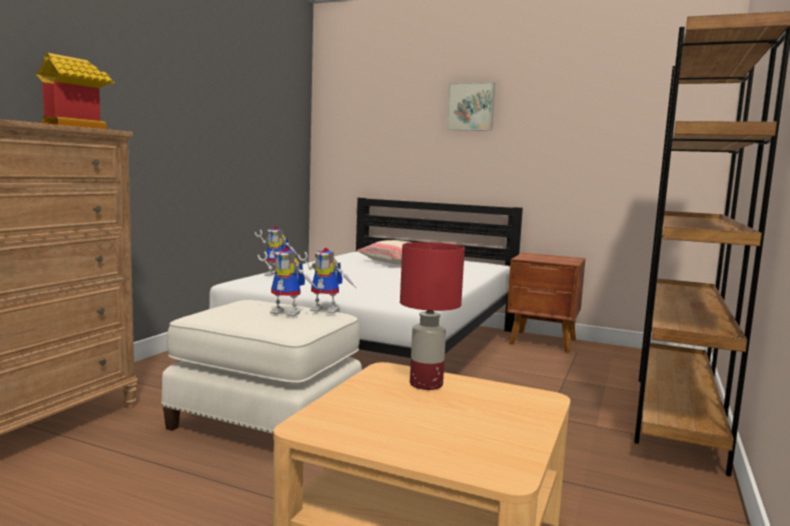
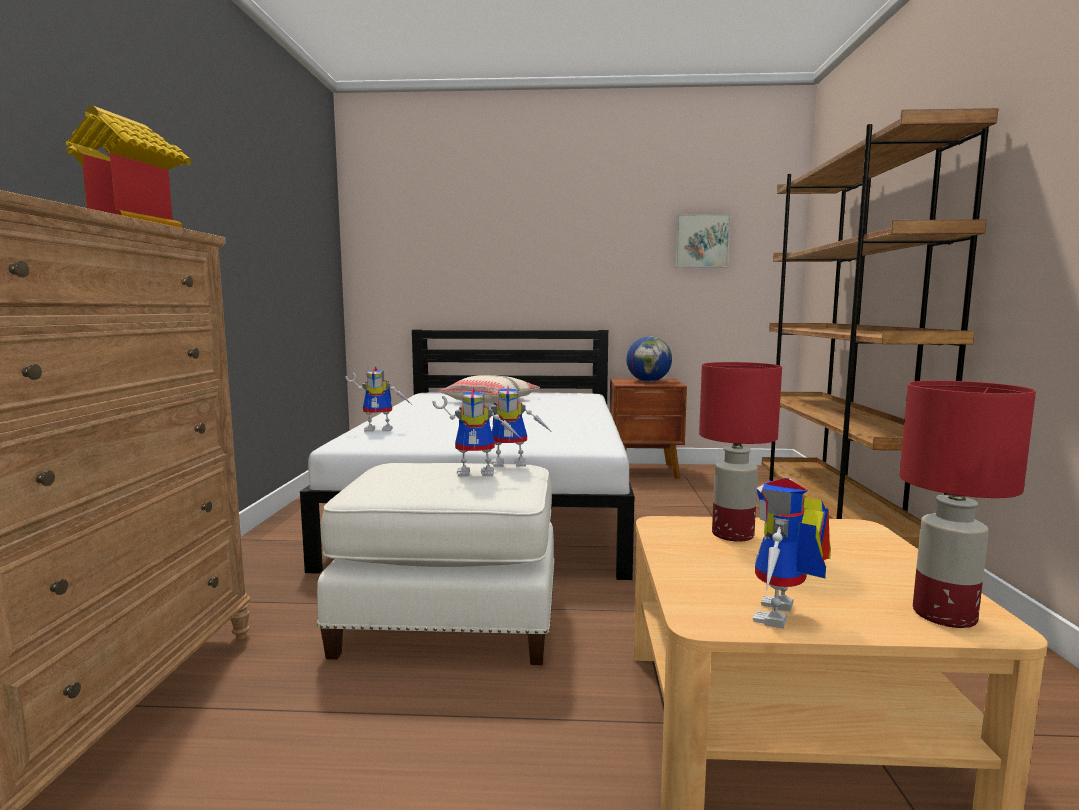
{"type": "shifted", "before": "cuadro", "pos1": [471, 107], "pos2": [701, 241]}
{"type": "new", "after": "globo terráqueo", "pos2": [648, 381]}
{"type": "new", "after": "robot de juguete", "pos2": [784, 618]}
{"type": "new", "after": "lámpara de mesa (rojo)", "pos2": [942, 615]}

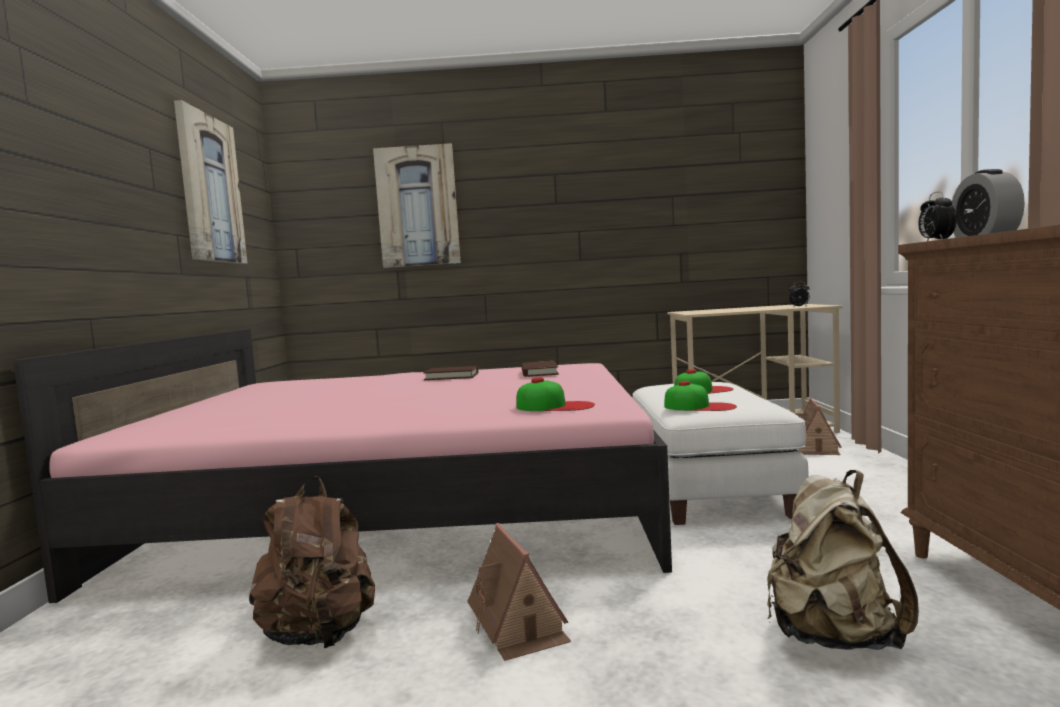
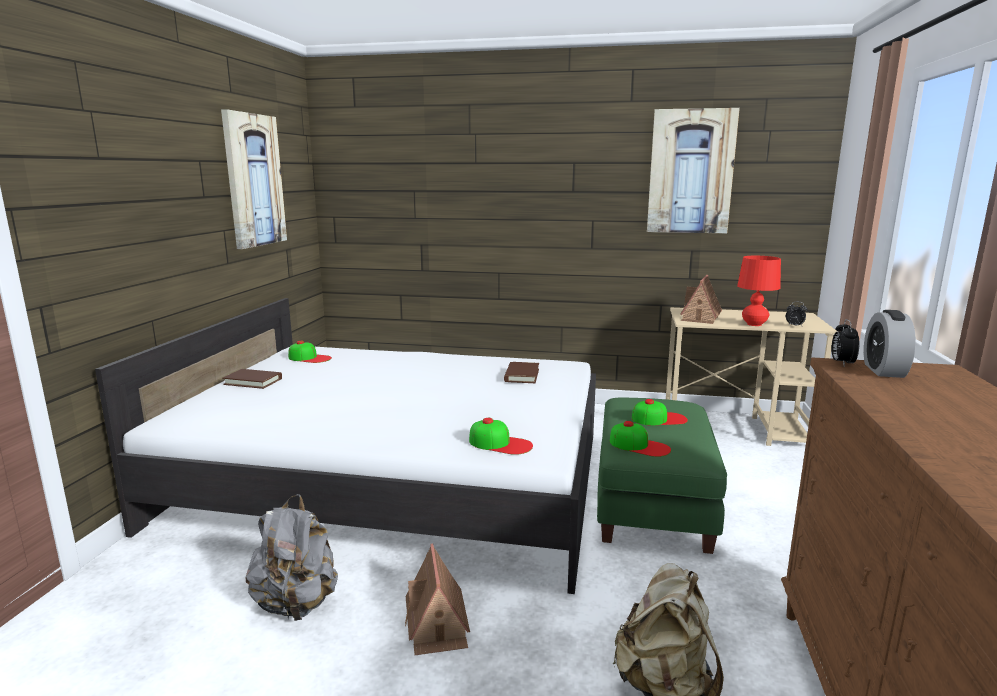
{"type": "repainted", "before": "cama (rosa)", "after": "cama (blanco)", "pos1": [406, 505], "pos2": [396, 479]}
{"type": "repainted", "before": "mochila (marrón)", "after": "mochila (gris)", "pos1": [319, 635], "pos2": [297, 604]}
{"type": "shifted", "before": "cuadro", "pos1": [417, 206], "pos2": [690, 172]}
{"type": "shifted", "before": "libro (marrón)", "pos1": [451, 376], "pos2": [253, 381]}
{"type": "repainted", "before": "puf (blanco)", "after": "puf (verde)", "pos1": [708, 488], "pos2": [652, 502]}
{"type": "shifted", "before": "casita", "pos1": [815, 447], "pos2": [700, 317]}
{"type": "new", "after": "gorra", "pos2": [309, 358]}
{"type": "new", "after": "lámpara de mesa (rojo)", "pos2": [754, 324]}

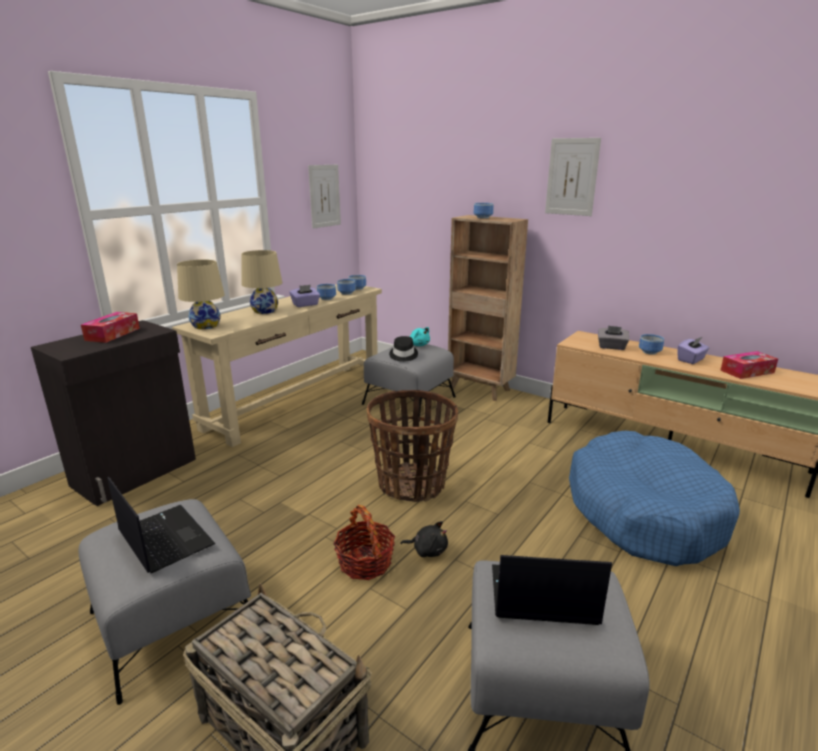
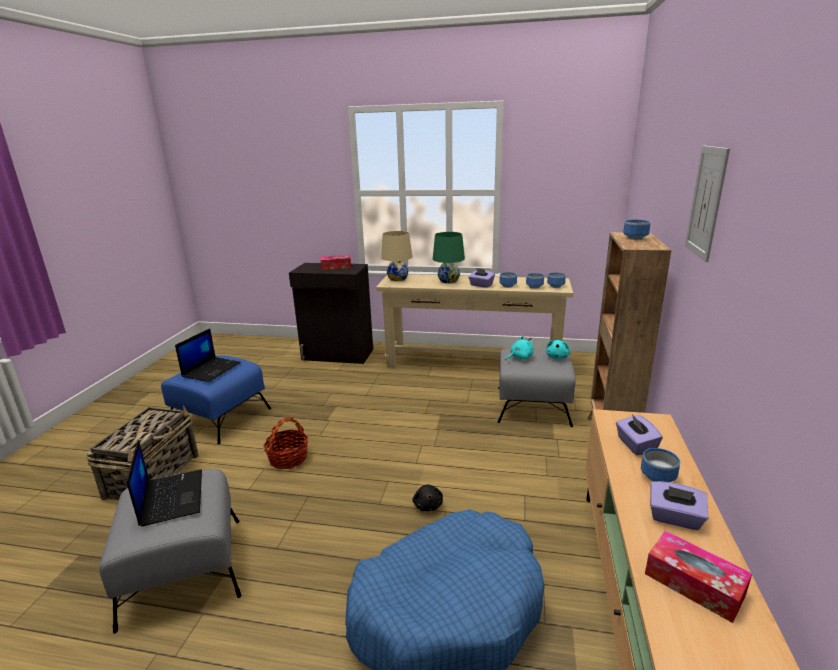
{"type": "repainted", "before": "puf (gris)", "after": "puf (azul)", "pos1": [174, 620], "pos2": [221, 417]}
{"type": "repainted", "before": "lámpara de mesa (beis)", "after": "lámpara de mesa (verde)", "pos1": [265, 311], "pos2": [448, 281]}
{"type": "gone", "before": "cuadro", "pos1": [324, 196]}
{"type": "gone", "before": "cesta", "pos1": [412, 484]}
{"type": "swapped", "before": "sombrero (negro)", "after": "peluche (turquesa)", "pos1": [403, 355], "pos2": [520, 357]}
{"type": "shifted", "before": "peluche (negro)", "pos1": [428, 550], "pos2": [428, 505]}
{"type": "repainted", "before": "caja de pañuelos (gris)", "after": "caja de pañuelos (morado)", "pos1": [611, 347], "pos2": [635, 445]}

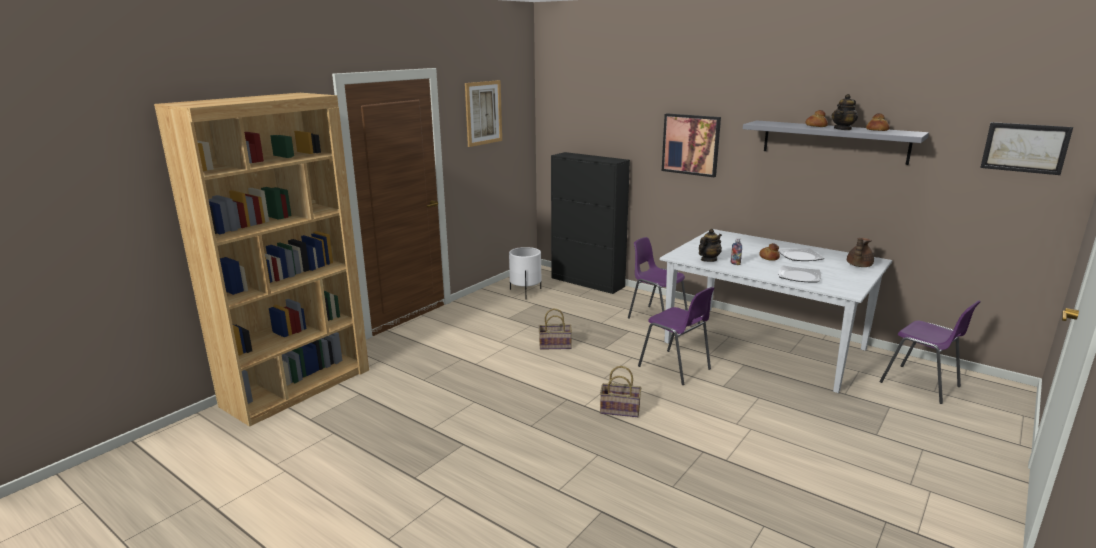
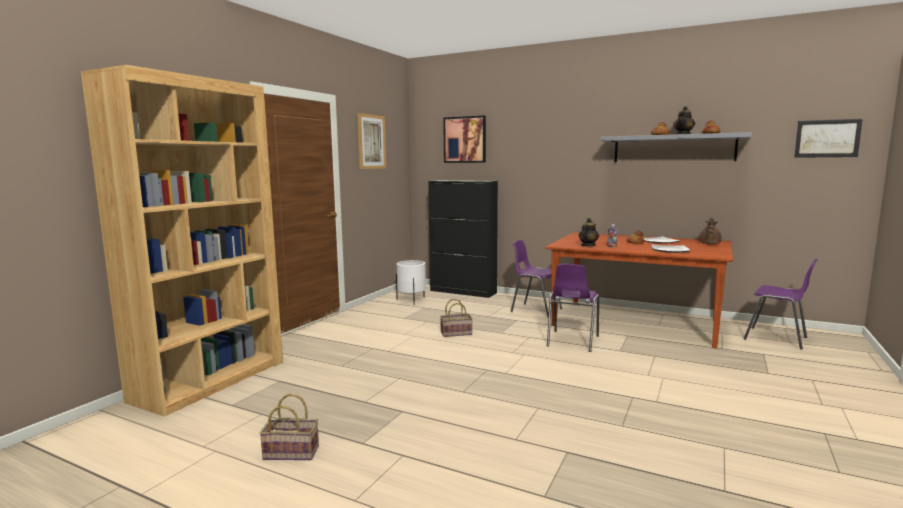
{"type": "shifted", "before": "cesta", "pos1": [621, 410], "pos2": [293, 452]}
{"type": "rotated", "before": "silla (morado)", "pos1": [676, 368], "pos2": [571, 341], "turn": 75}
{"type": "repainted", "before": "mesa de comedor (blanco)", "after": "mesa de comedor (marrón)", "pos1": [763, 345], "pos2": [634, 322]}
{"type": "shifted", "before": "cuadro", "pos1": [691, 144], "pos2": [465, 139]}

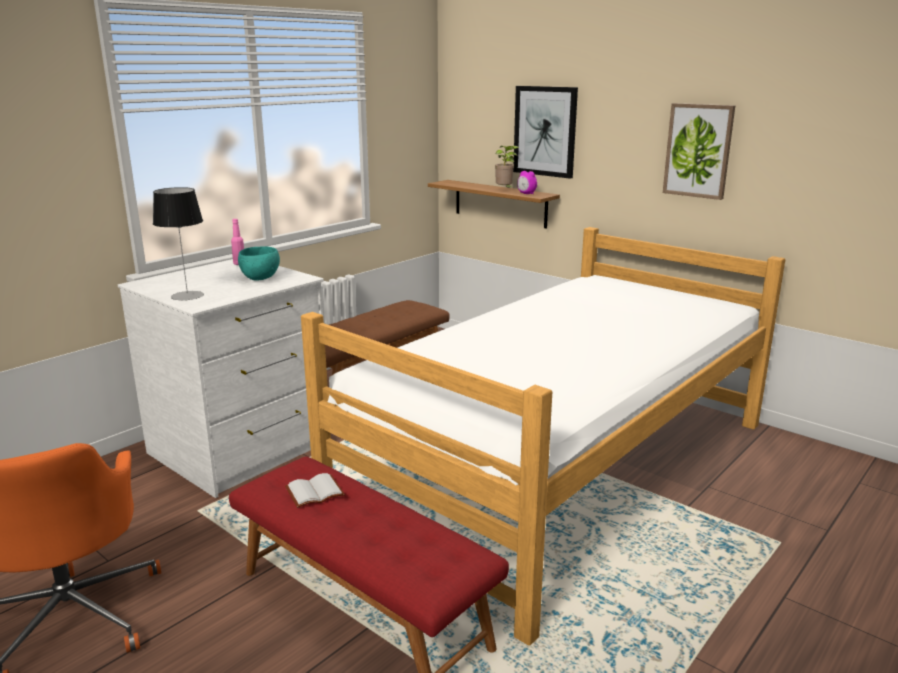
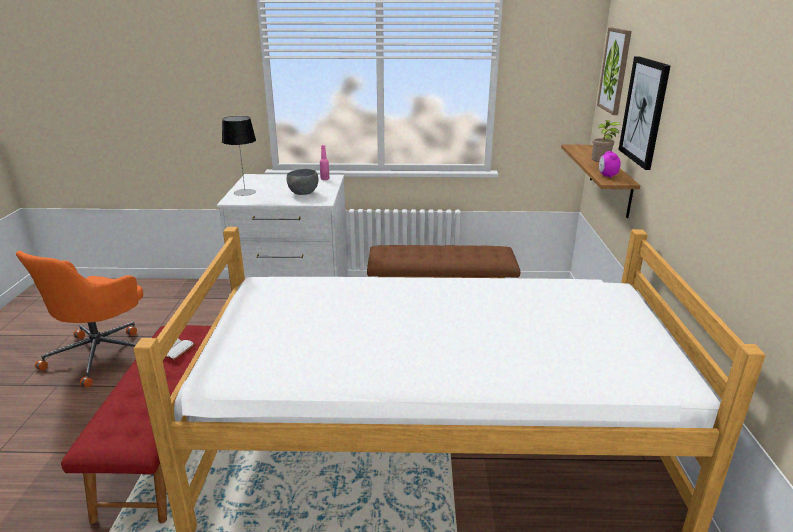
{"type": "repainted", "before": "cuenco (turquesa)", "after": "cuenco (gris)", "pos1": [261, 278], "pos2": [304, 193]}
{"type": "shifted", "before": "cuadro", "pos1": [698, 150], "pos2": [615, 70]}

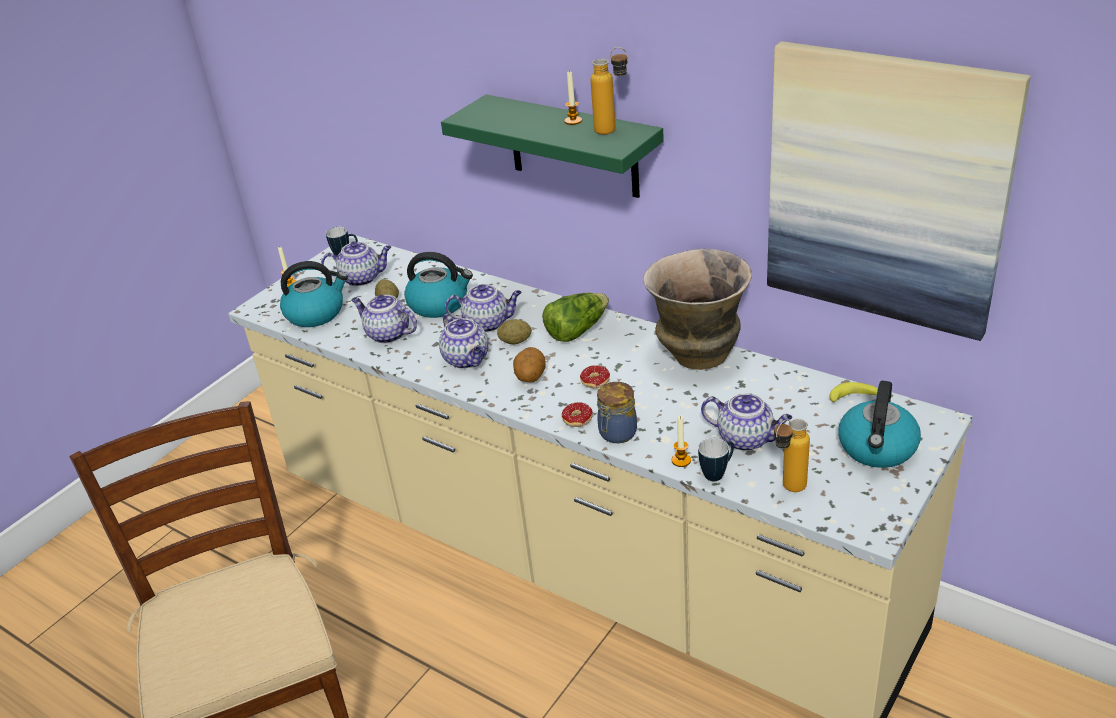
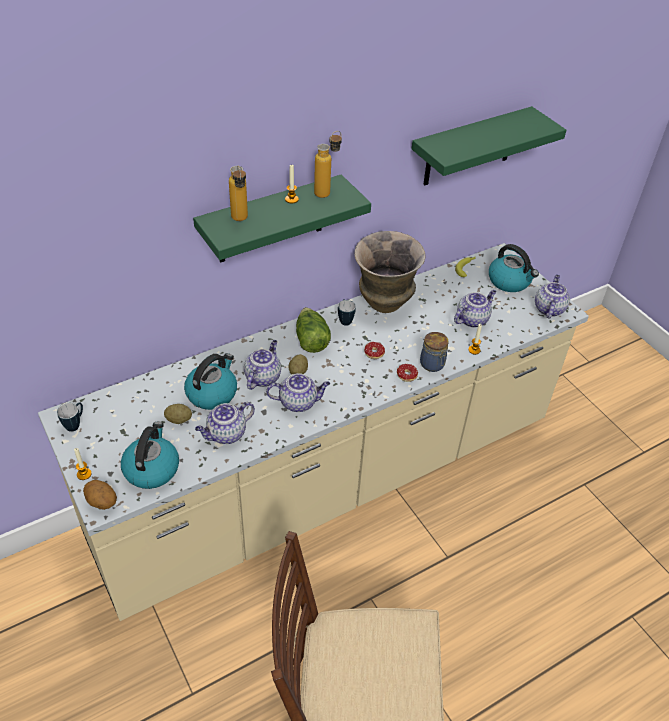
{"type": "shifted", "before": "tetera", "pos1": [362, 278], "pos2": [548, 308]}
{"type": "shifted", "before": "patata", "pos1": [530, 377], "pos2": [101, 502]}
{"type": "shifted", "before": "taza grande", "pos1": [718, 473], "pos2": [345, 320]}
{"type": "swapped", "before": "cuadro", "after": "estante (verde)", "pos1": [885, 189], "pos2": [469, 147]}
{"type": "shifted", "before": "botella", "pos1": [788, 490], "pos2": [240, 221]}

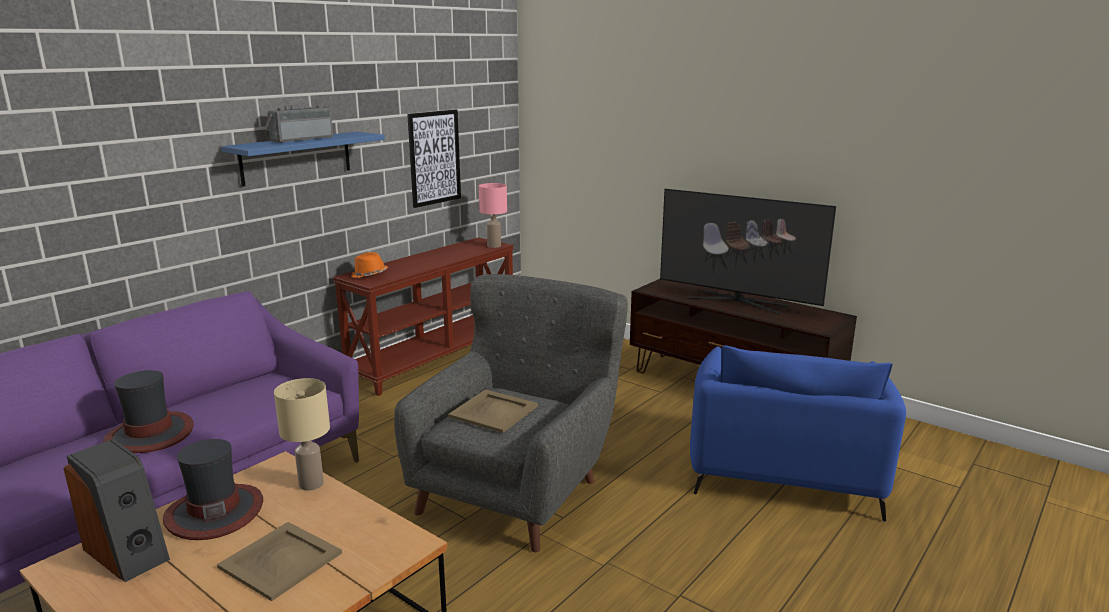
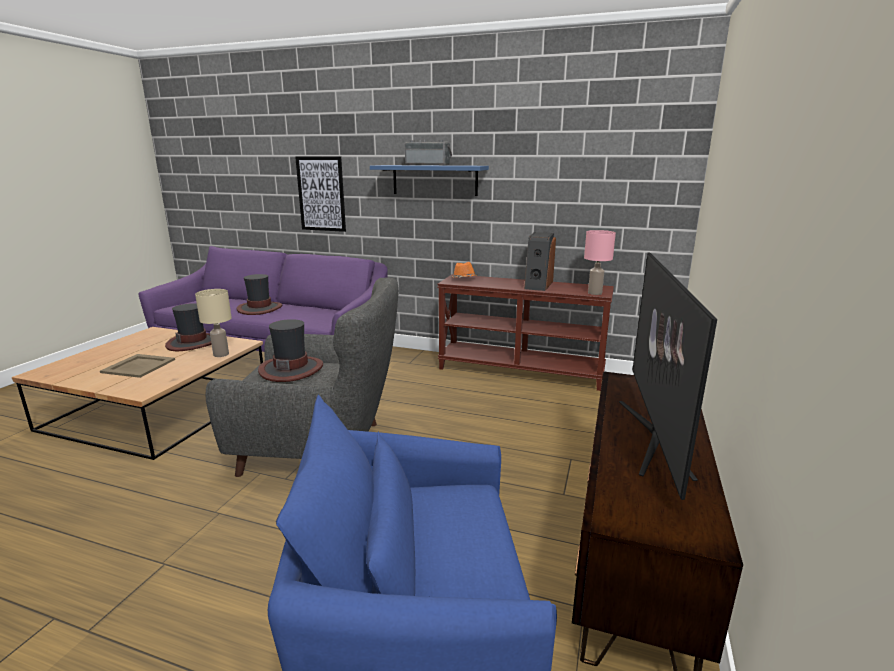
{"type": "shifted", "before": "altavoz", "pos1": [128, 552], "pos2": [538, 285]}
{"type": "shifted", "before": "cuadro", "pos1": [434, 157], "pos2": [321, 194]}
{"type": "swapped", "before": "bandeja (beis)", "after": "sombrero", "pos1": [493, 411], "pos2": [291, 369]}

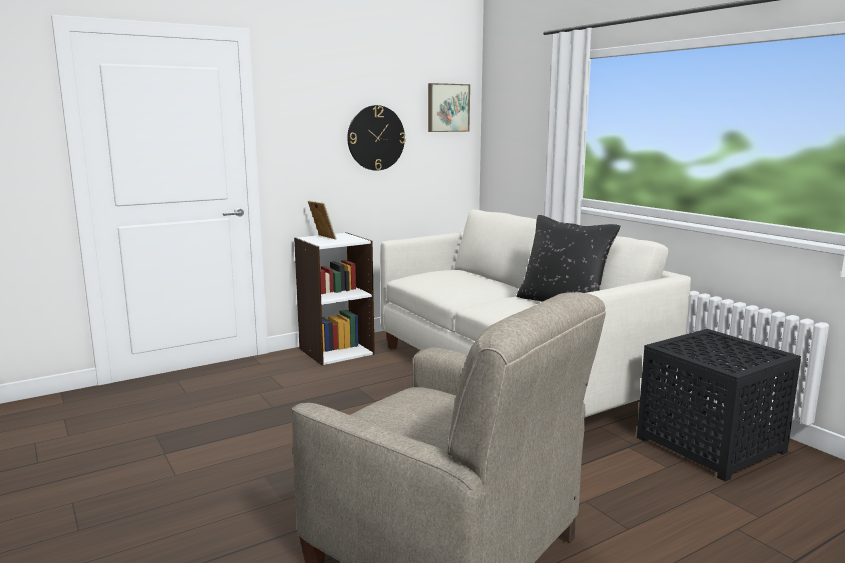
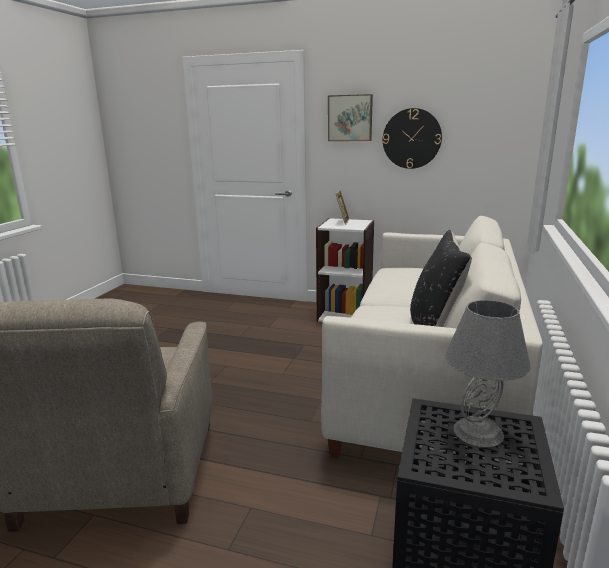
{"type": "shifted", "before": "cuadro", "pos1": [447, 108], "pos2": [350, 118]}
{"type": "new", "after": "lámpara de mesa (gris)", "pos2": [478, 431]}

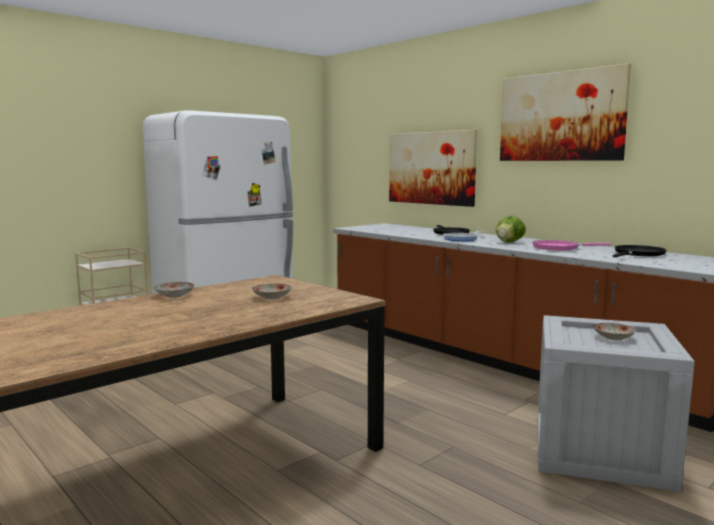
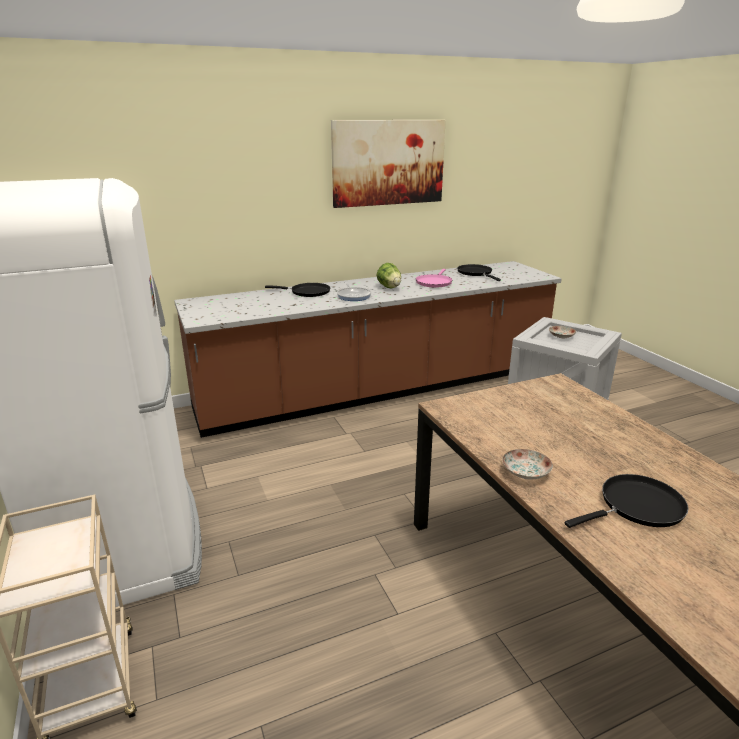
{"type": "gone", "before": "plato", "pos1": [271, 297]}
{"type": "gone", "before": "cuadro", "pos1": [431, 168]}
{"type": "new", "after": "sartén (negro)", "pos2": [637, 506]}

